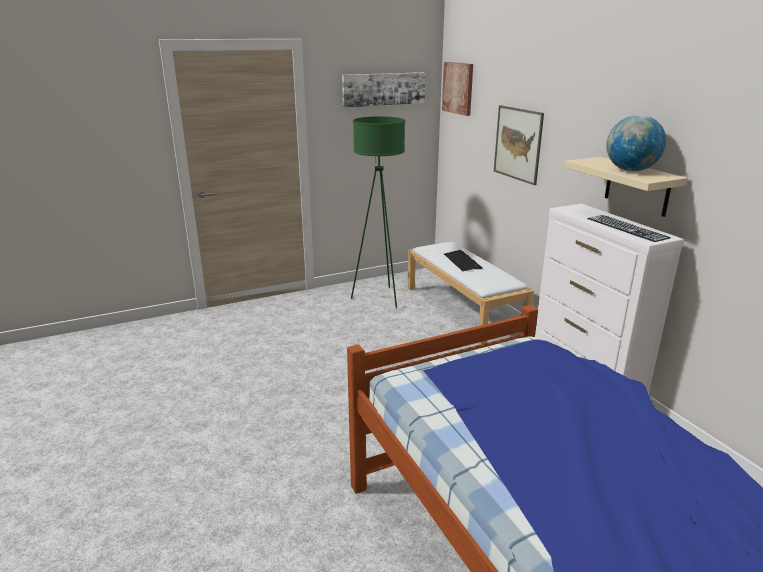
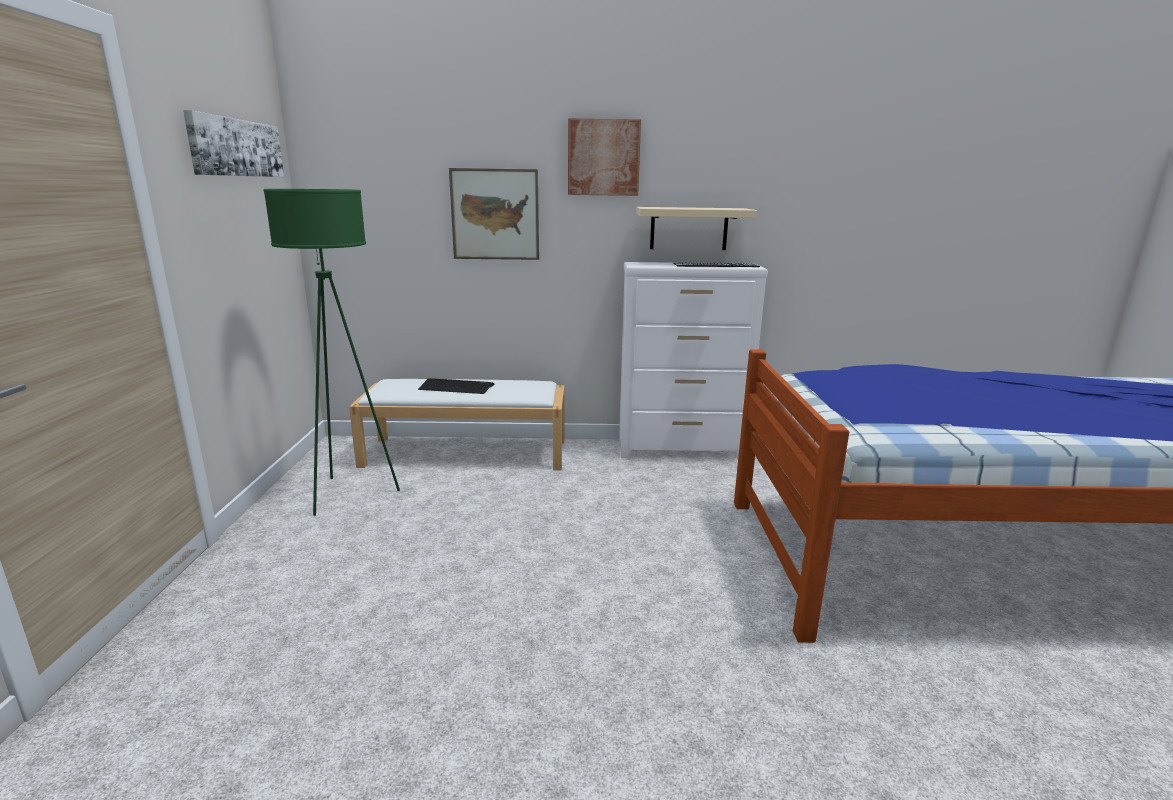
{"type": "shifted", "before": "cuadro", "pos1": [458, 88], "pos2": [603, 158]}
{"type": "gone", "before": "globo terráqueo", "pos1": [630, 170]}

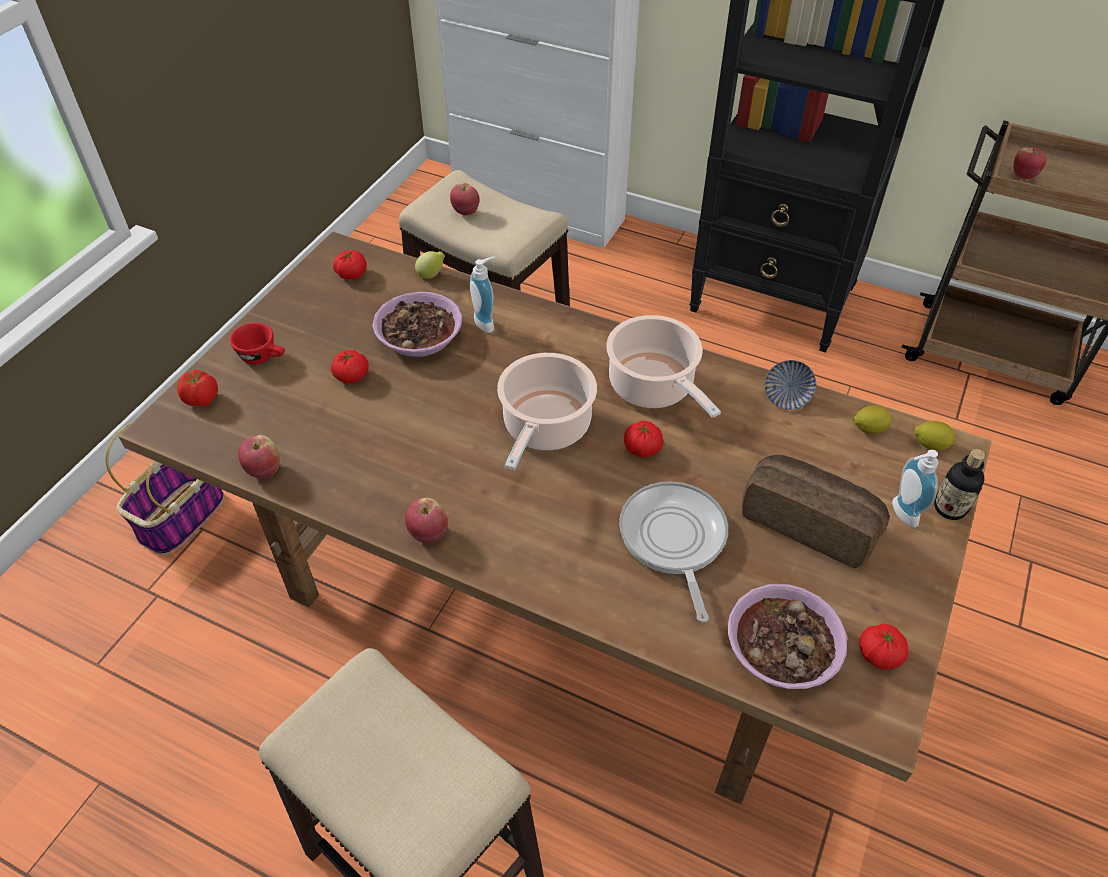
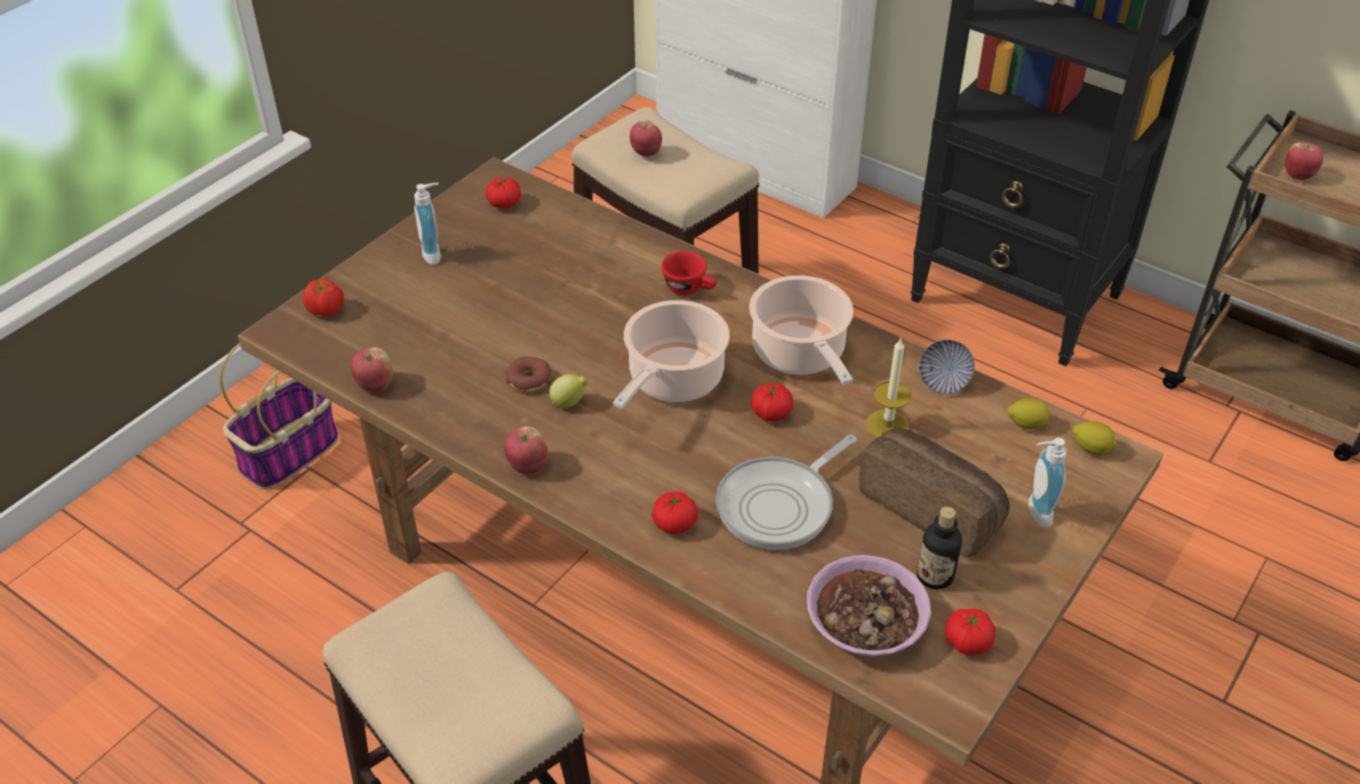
{"type": "shifted", "before": "taza (rojo)", "pos1": [263, 357], "pos2": [690, 288]}
{"type": "shifted", "before": "tomate", "pos1": [351, 376], "pos2": [674, 523]}
{"type": "gone", "before": "cuenco", "pos1": [418, 337]}
{"type": "shifted", "before": "limón", "pos1": [431, 275], "pos2": [569, 403]}
{"type": "shifted", "before": "dispensador de jabón", "pos1": [487, 322], "pos2": [435, 254]}
{"type": "rotated", "before": "sartén", "pos1": [673, 540], "pos2": [780, 505], "turn": -135}
{"type": "shifted", "before": "botella", "pos1": [949, 508], "pos2": [935, 576]}
{"type": "new", "after": "rosquilla", "pos2": [529, 380]}
{"type": "new", "after": "vela", "pos2": [887, 425]}

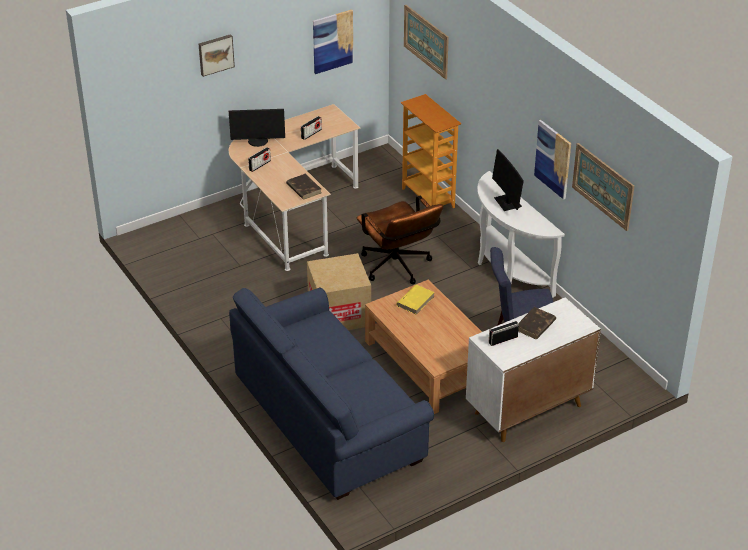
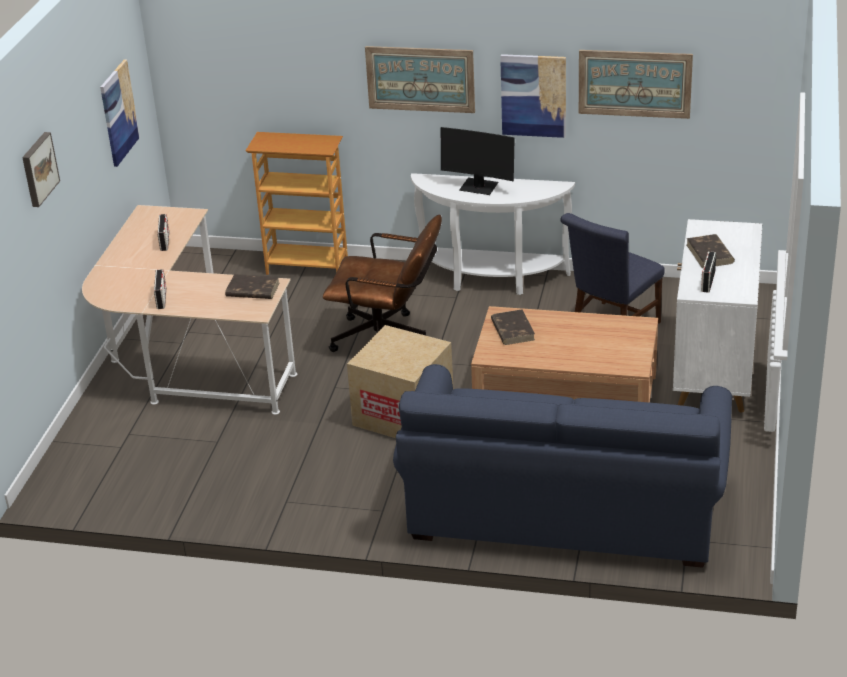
{"type": "gone", "before": "monitor", "pos1": [258, 141]}
{"type": "repainted", "before": "libro (amarillo)", "after": "libro (marrón)", "pos1": [415, 301], "pos2": [512, 330]}
{"type": "shifted", "before": "cuadro", "pos1": [426, 41], "pos2": [420, 79]}

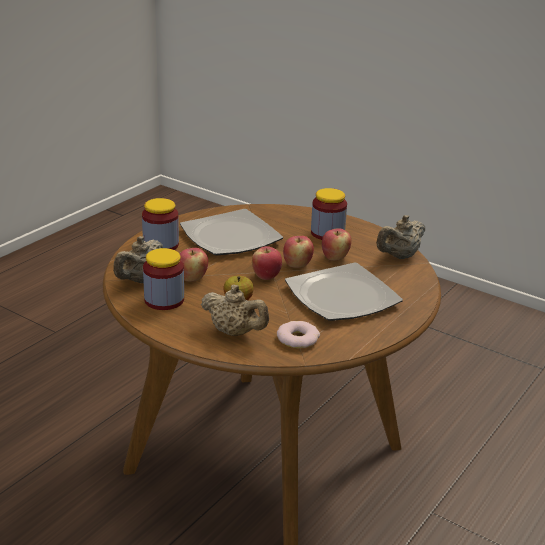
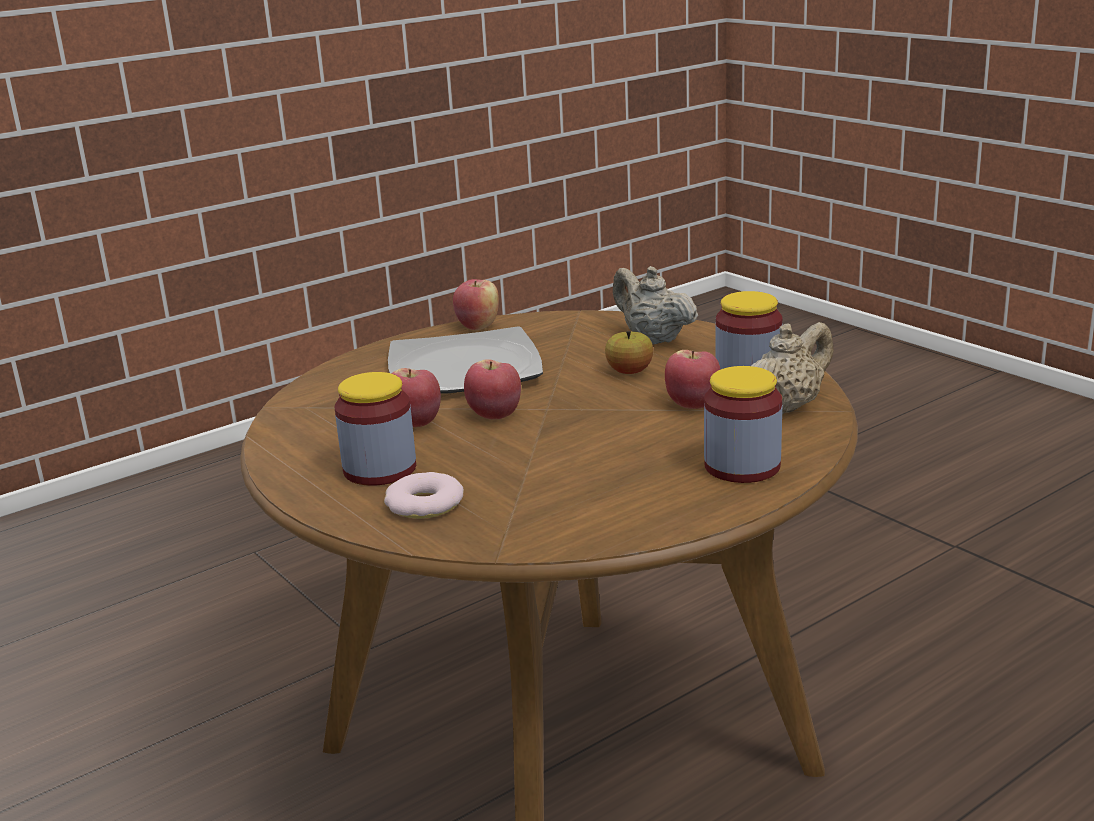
{"type": "gone", "before": "plato", "pos1": [230, 237]}
{"type": "shifted", "before": "manzana", "pos1": [266, 276], "pos2": [478, 326]}
{"type": "shifted", "before": "rosquilla", "pos1": [297, 339], "pos2": [424, 504]}
{"type": "gone", "before": "tetera (beis)", "pos1": [399, 256]}

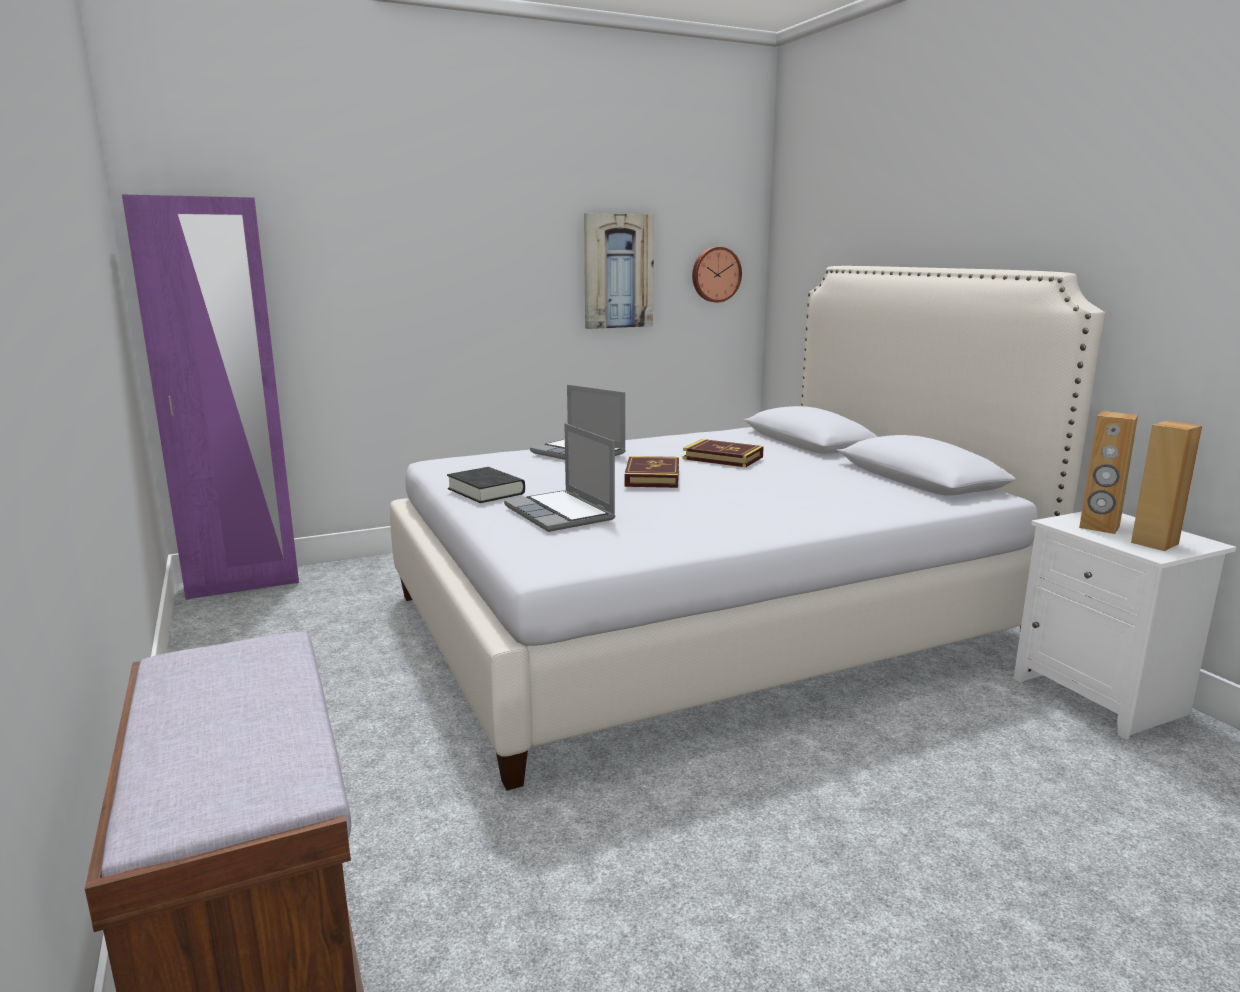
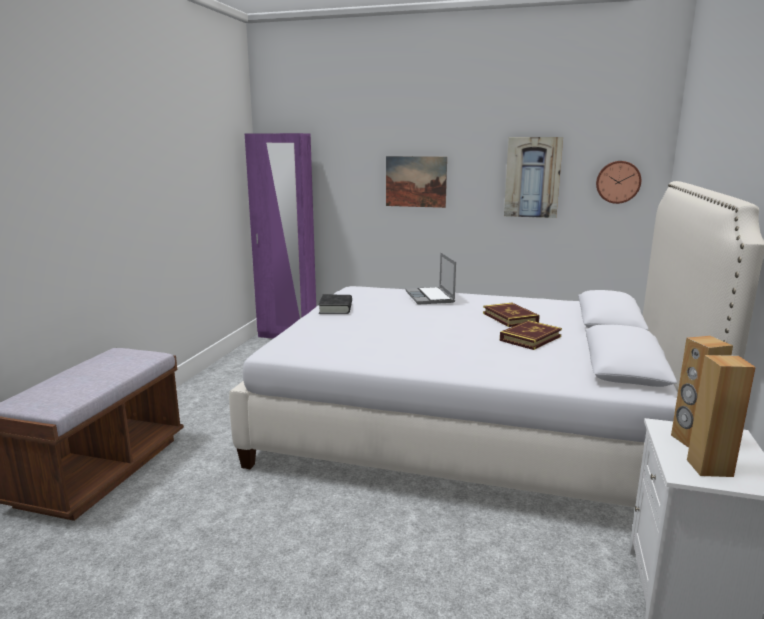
{"type": "gone", "before": "portátil", "pos1": [561, 513]}
{"type": "shifted", "before": "libro", "pos1": [652, 477], "pos2": [530, 338]}
{"type": "new", "after": "cuadro", "pos2": [416, 181]}

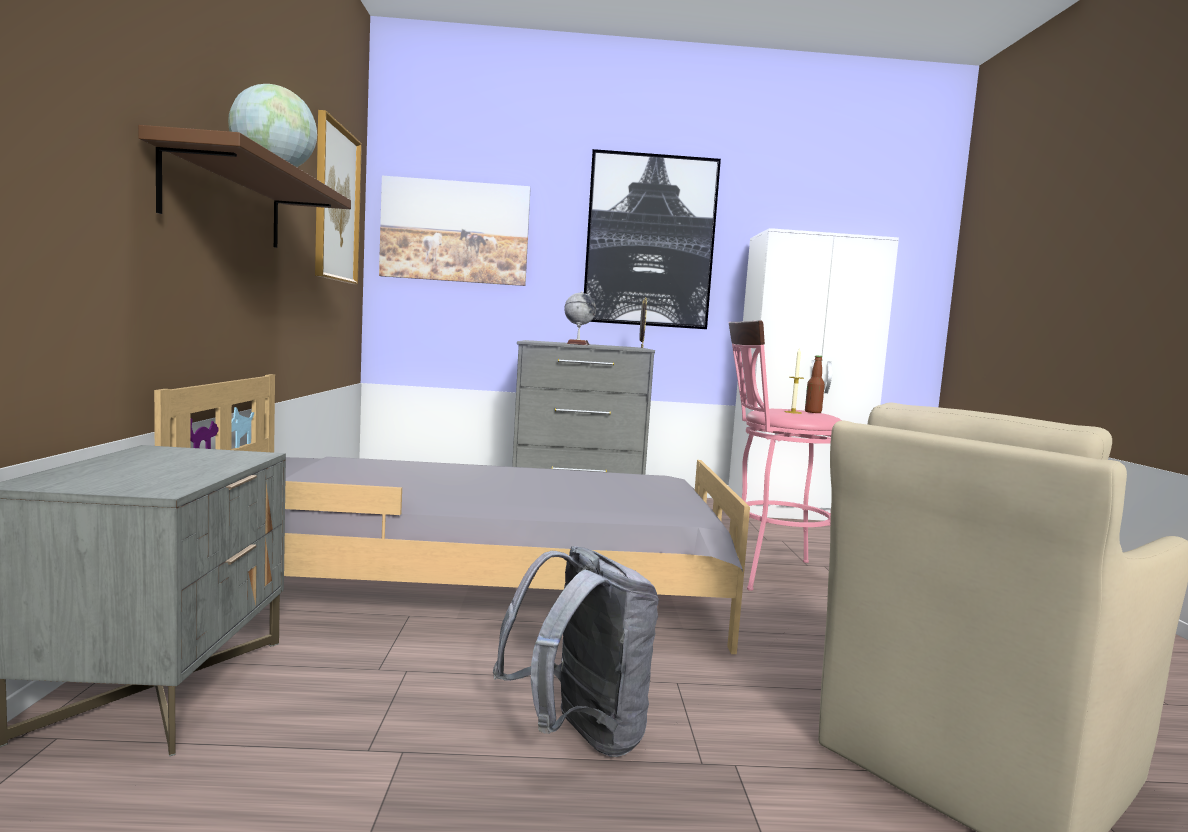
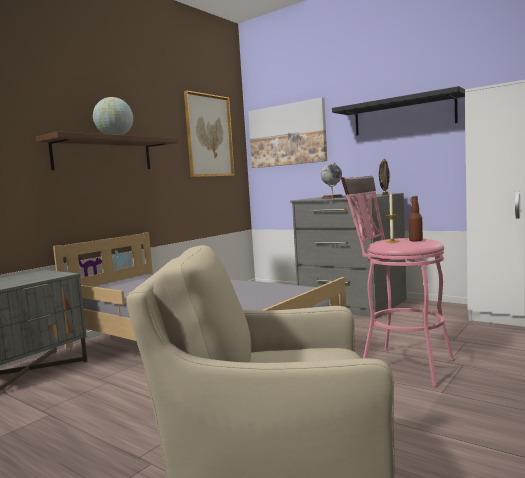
{"type": "gone", "before": "mochila (gris)", "pos1": [578, 736]}
{"type": "swapped", "before": "cuadro", "after": "estante (negro)", "pos1": [650, 241], "pos2": [403, 115]}

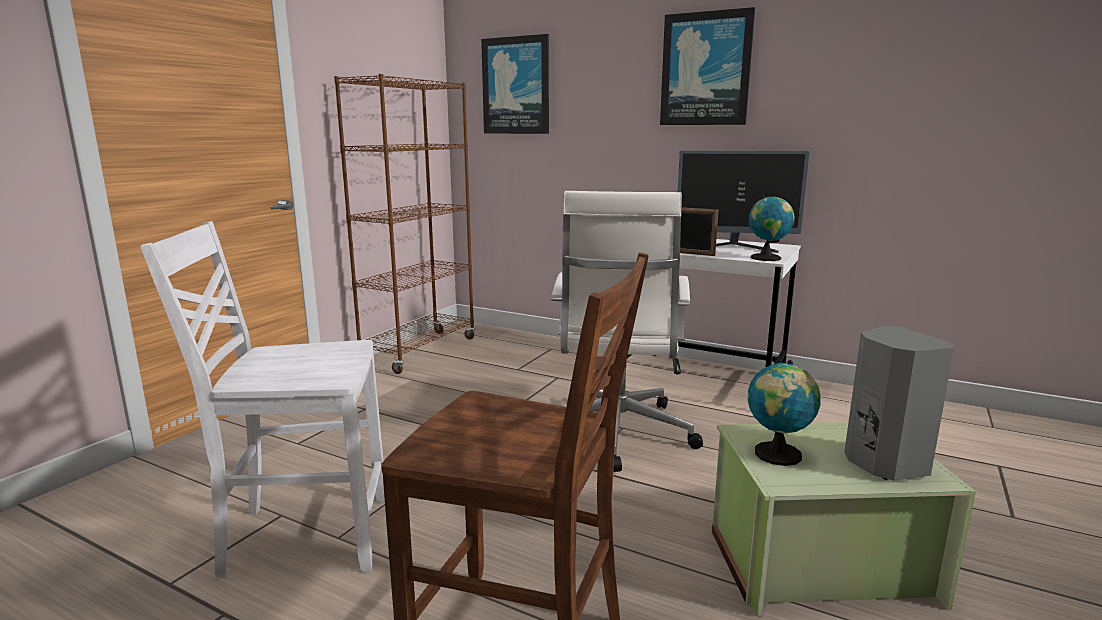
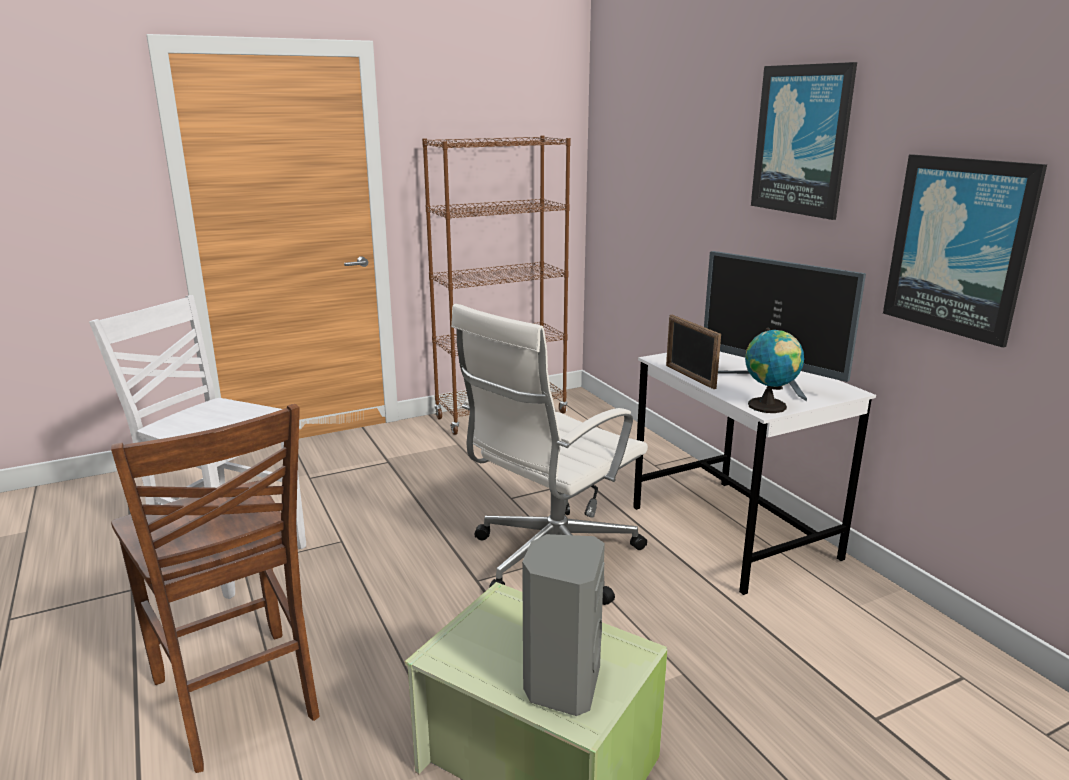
{"type": "shifted", "before": "cuadro", "pos1": [516, 86], "pos2": [959, 246]}
{"type": "gone", "before": "globo terráqueo", "pos1": [777, 456]}

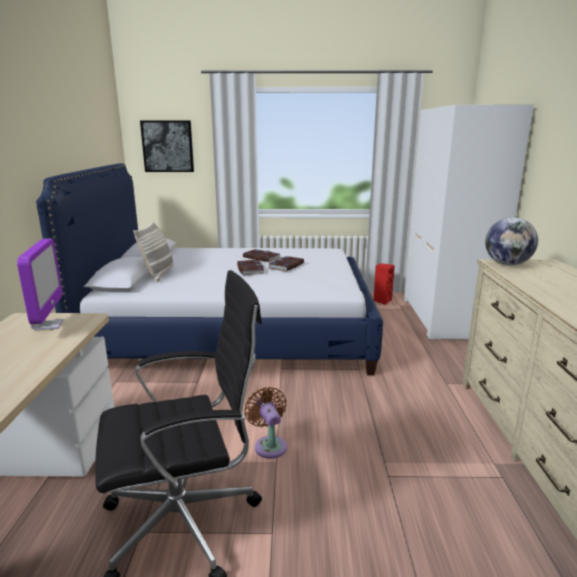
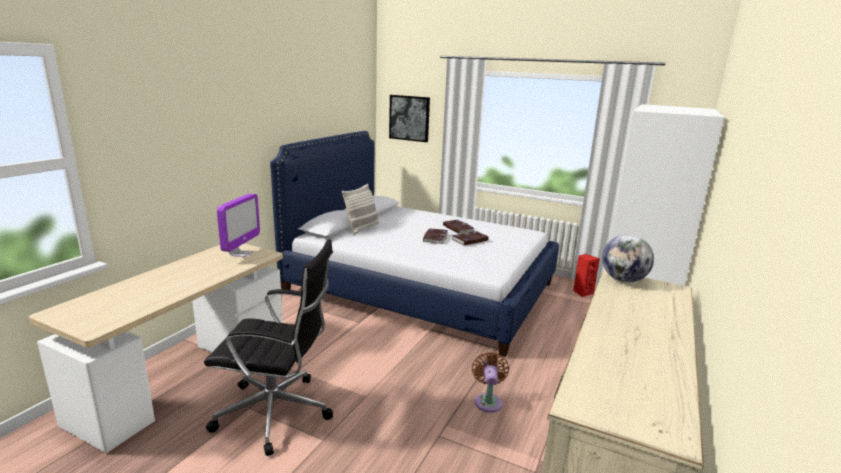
{"type": "shifted", "before": "ventilador (marrón)", "pos1": [269, 445], "pos2": [488, 401]}

